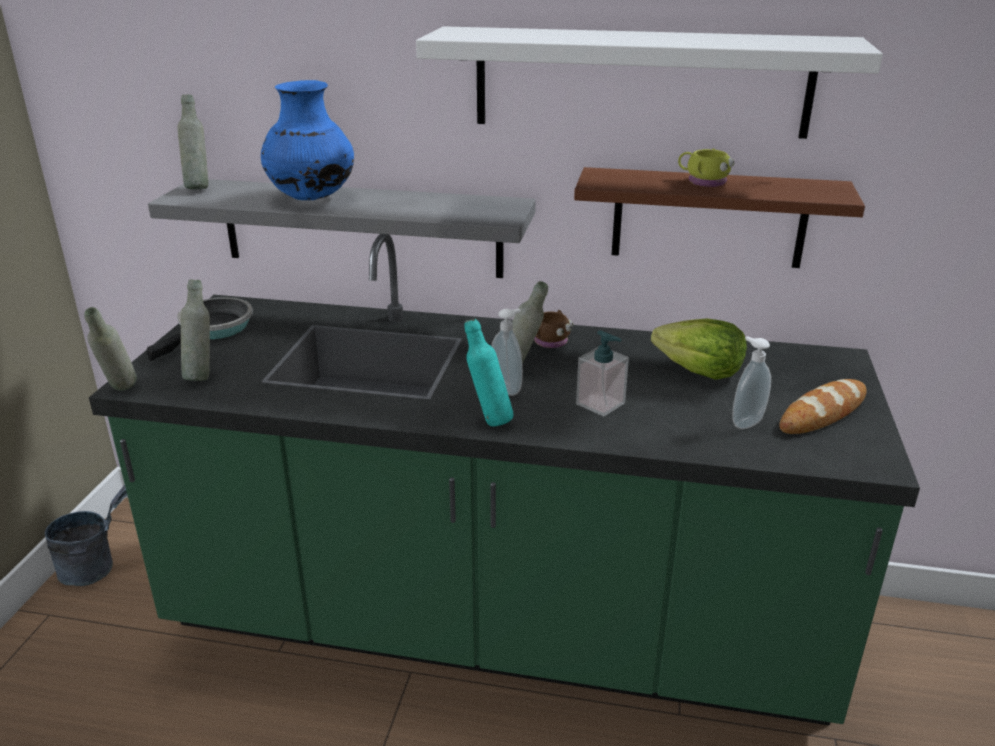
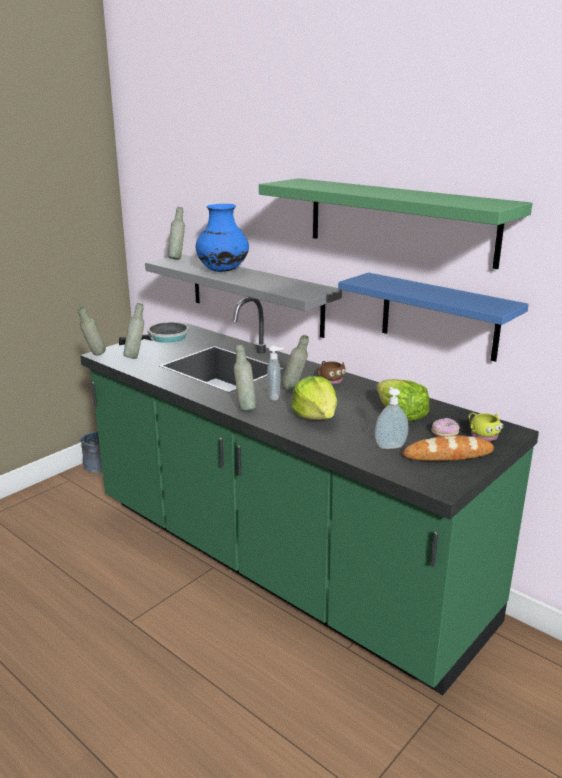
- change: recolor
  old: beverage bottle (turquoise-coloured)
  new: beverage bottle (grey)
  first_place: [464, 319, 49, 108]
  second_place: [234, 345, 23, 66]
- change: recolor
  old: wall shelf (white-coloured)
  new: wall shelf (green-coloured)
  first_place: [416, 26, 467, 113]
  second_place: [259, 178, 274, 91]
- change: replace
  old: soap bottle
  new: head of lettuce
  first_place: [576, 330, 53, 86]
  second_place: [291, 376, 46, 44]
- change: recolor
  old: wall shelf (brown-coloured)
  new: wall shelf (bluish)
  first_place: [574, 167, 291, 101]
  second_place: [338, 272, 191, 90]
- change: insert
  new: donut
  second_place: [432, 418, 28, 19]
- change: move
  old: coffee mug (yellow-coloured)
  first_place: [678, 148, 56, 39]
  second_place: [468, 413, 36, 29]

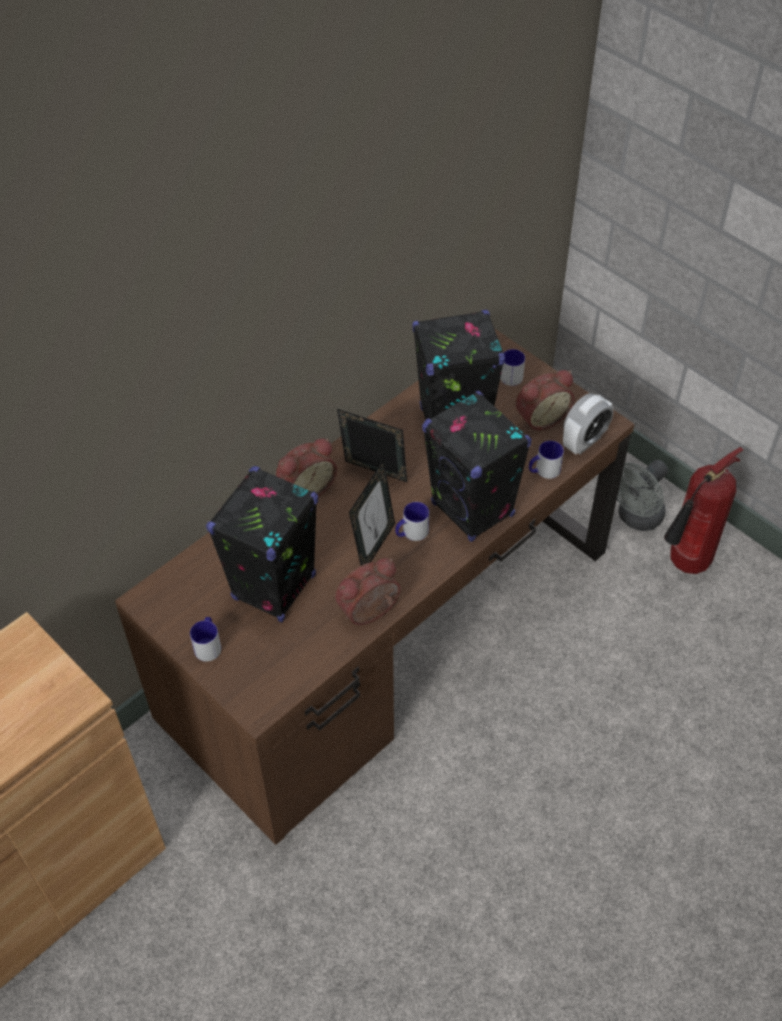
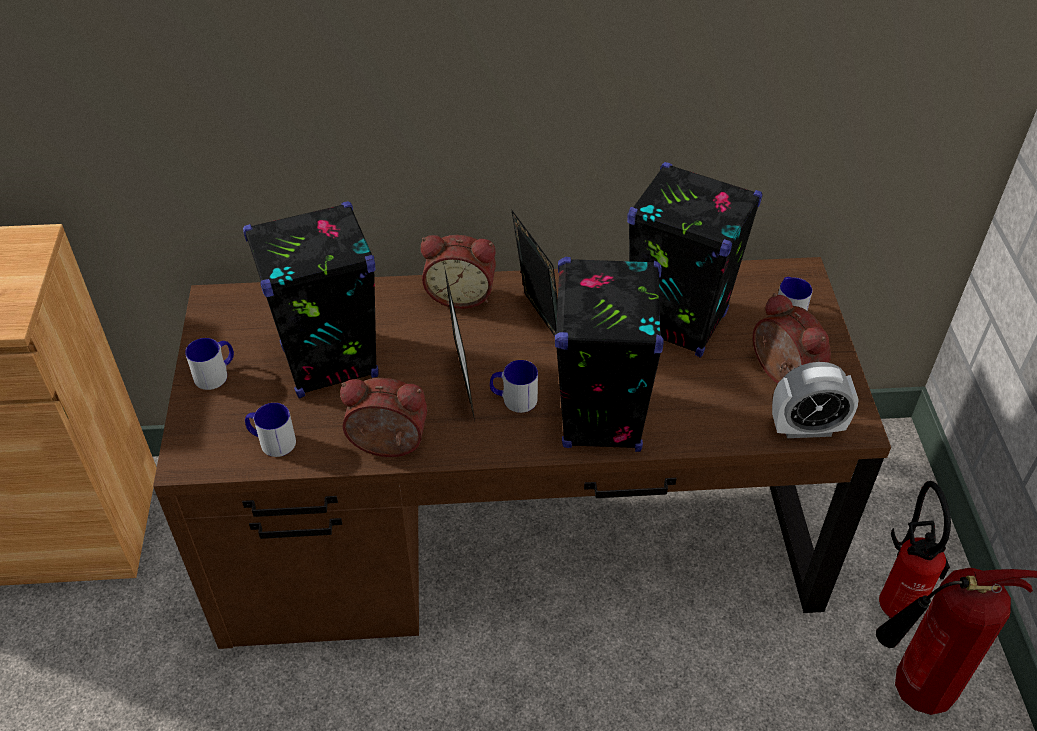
- change: move
  old: coffee mug
  first_place: [529, 441, 35, 38]
  second_place: [245, 403, 51, 54]
- change: rotate
  old: picture frame
  first_place: [349, 460, 46, 106]
  second_place: [444, 267, 31, 154]
  degrees: -75
- change: rotate
  old: bedside clock
  first_place: [516, 370, 59, 60]
  second_place: [753, 293, 78, 91]
  degrees: -135
- change: replace
  old: fan (grey)
  new: fire extinguisher
  first_place: [617, 460, 51, 71]
  second_place: [879, 481, 72, 138]

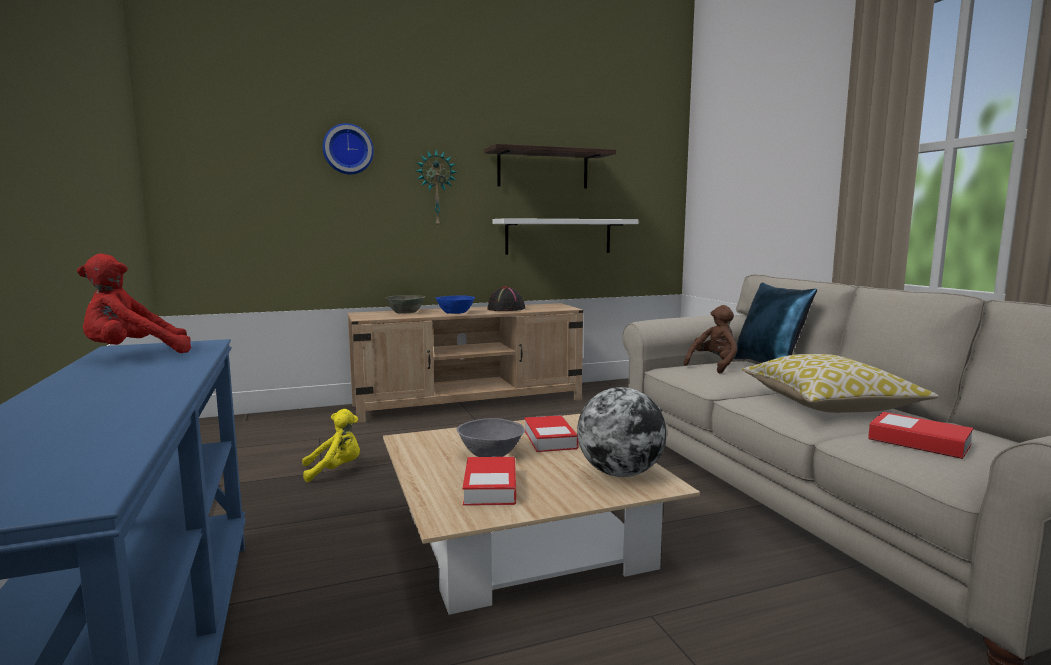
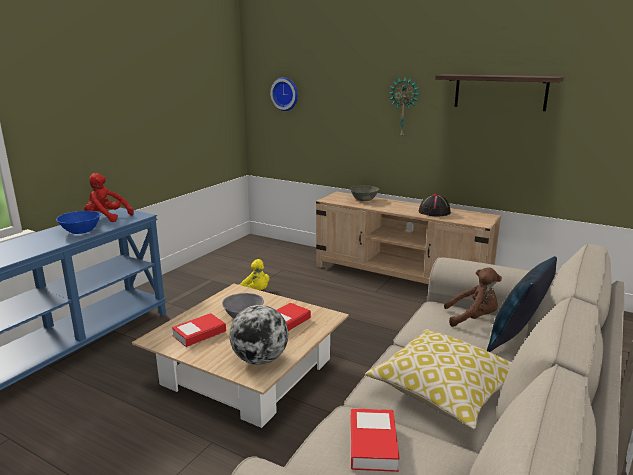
- change: move
  old: deep dish (bluish)
  first_place: [435, 295, 40, 19]
  second_place: [56, 211, 45, 23]
- change: move
  old: hanging clock
  first_place: [323, 123, 51, 51]
  second_place: [270, 77, 28, 34]
- change: delete
  old: wall shelf (white-coloured)
  first_place: [492, 218, 146, 37]

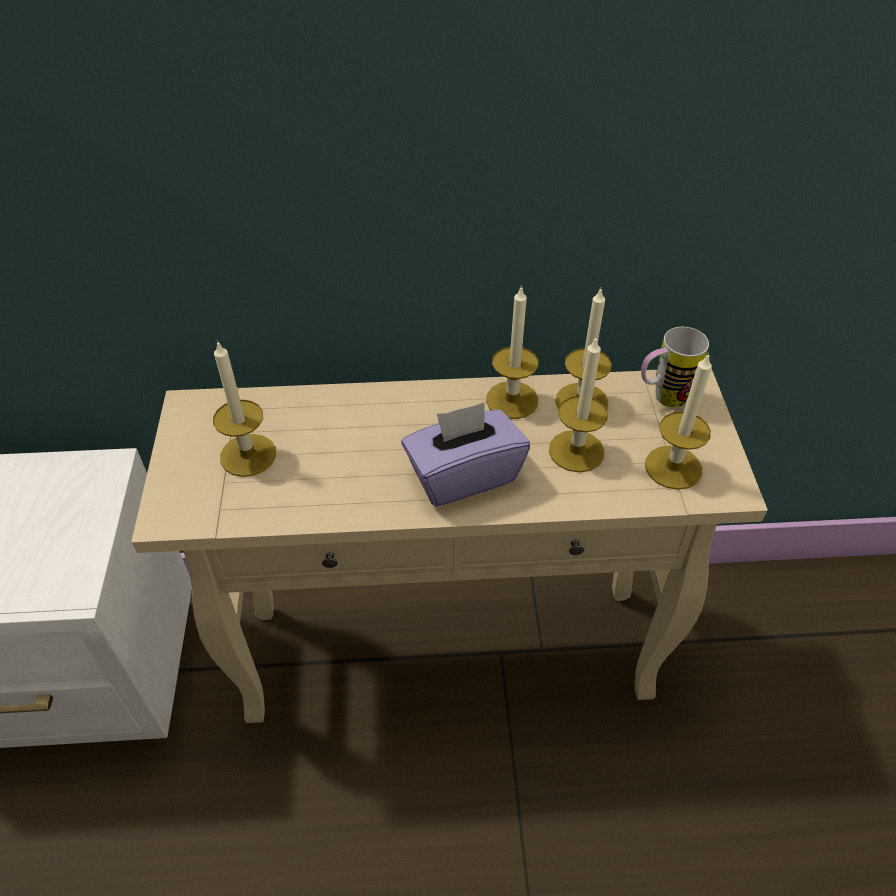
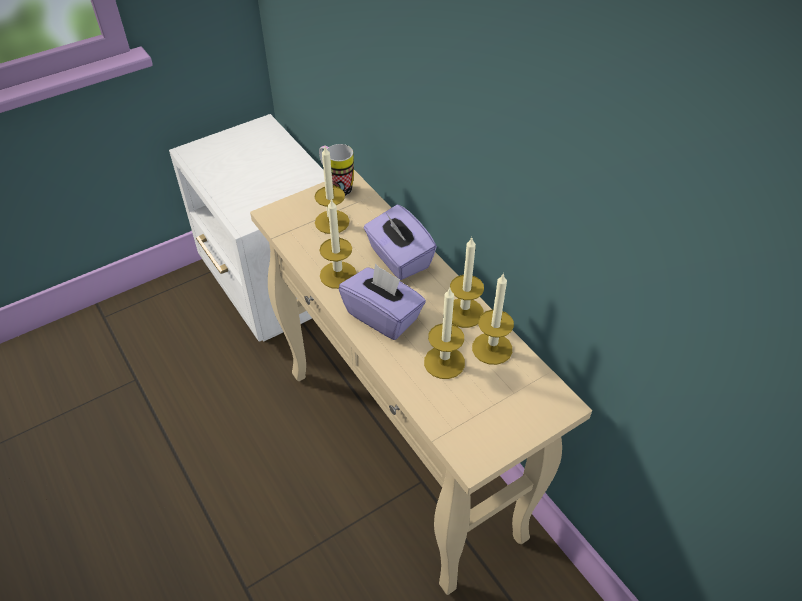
- change: move
  old: coffee mug
  first_place: [641, 327, 68, 80]
  second_place: [319, 144, 35, 52]
- change: move
  old: candle
  first_place: [645, 353, 67, 137]
  second_place: [320, 198, 37, 91]
- change: insert
  new: tissue box (purplish)
  second_place: [364, 205, 73, 75]

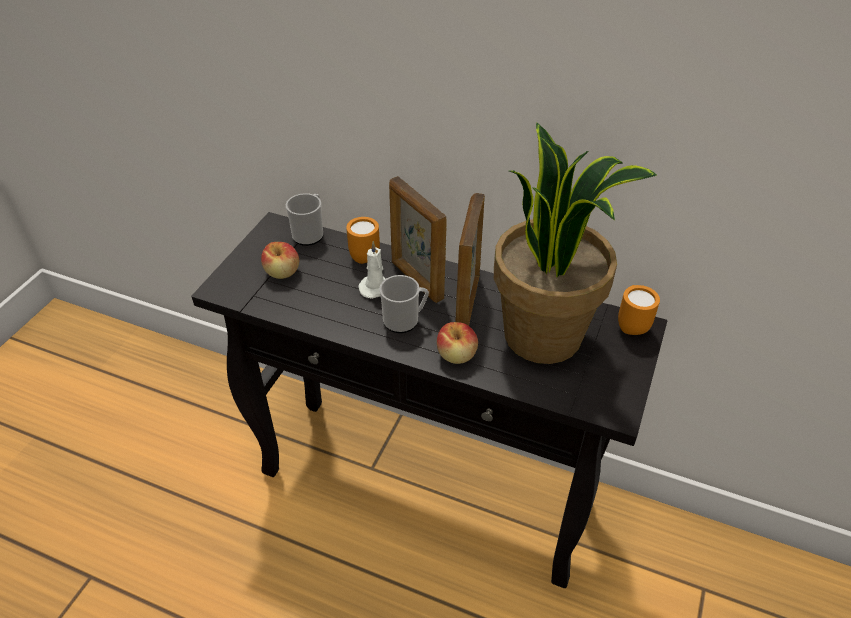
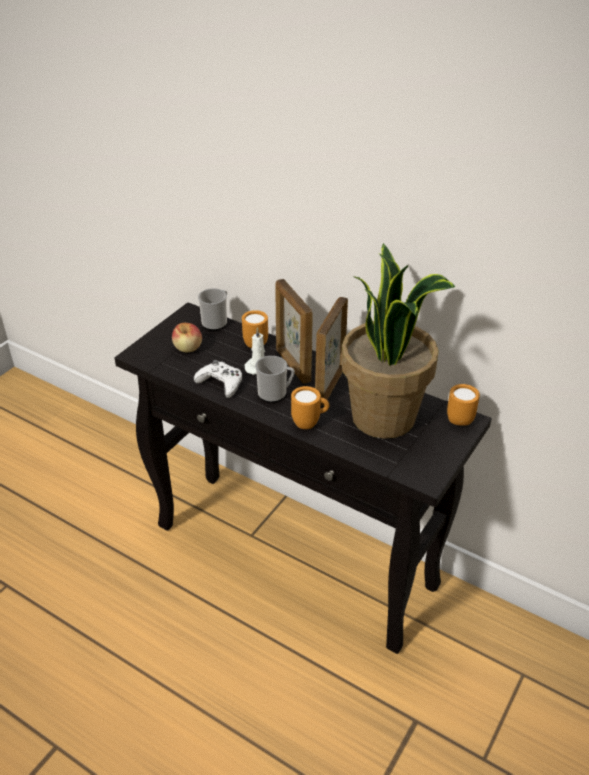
- change: insert
  new: game controller (white-coloured)
  second_place: [194, 360, 48, 38]
- change: replace
  old: whole apple
  new: coffee mug (orangey)
  first_place: [437, 322, 41, 42]
  second_place: [291, 386, 38, 43]

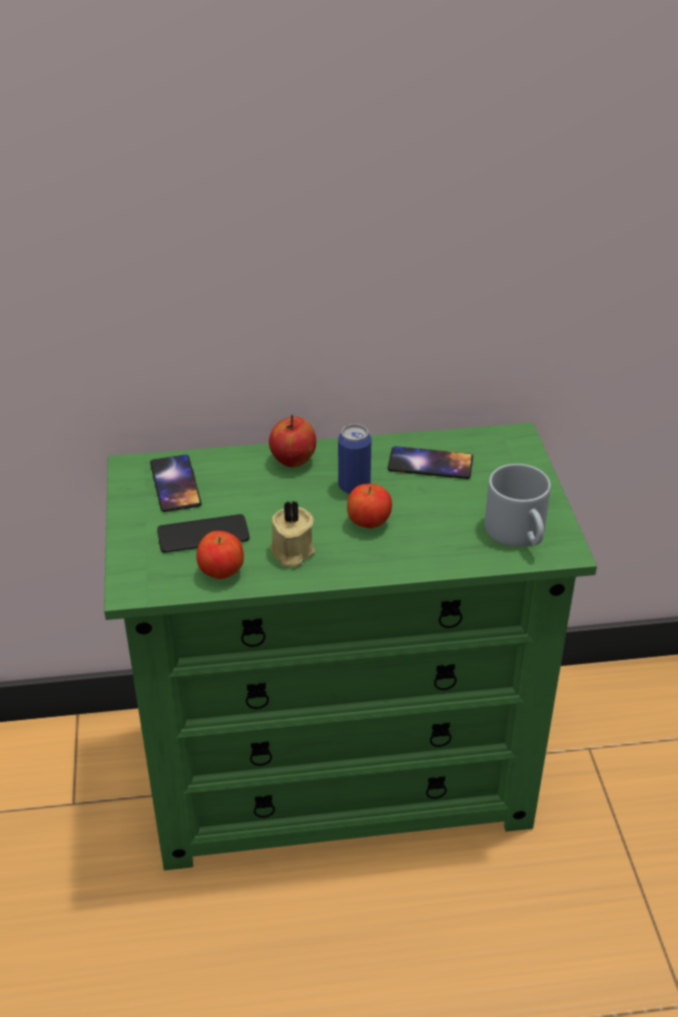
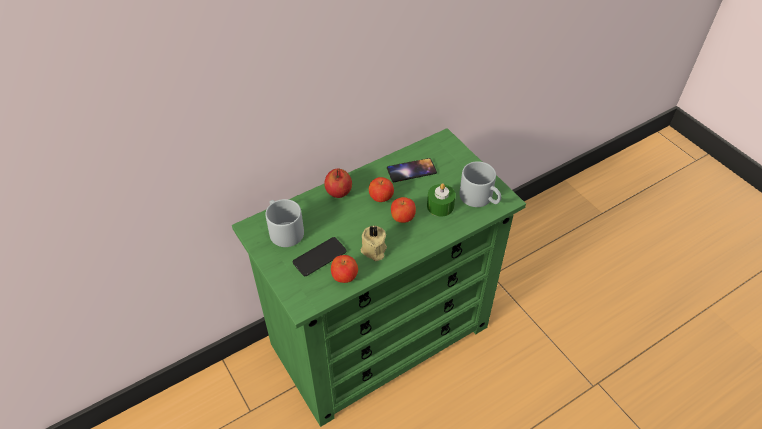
- change: replace
  old: telephone
  new: coffee mug (grey)
  first_place: [150, 455, 52, 57]
  second_place: [265, 199, 39, 48]
- change: replace
  old: can
  new: whole apple
  first_place: [338, 424, 34, 70]
  second_place: [369, 177, 25, 25]
- change: insert
  new: candle (green-coloured)
  second_place: [427, 183, 29, 34]

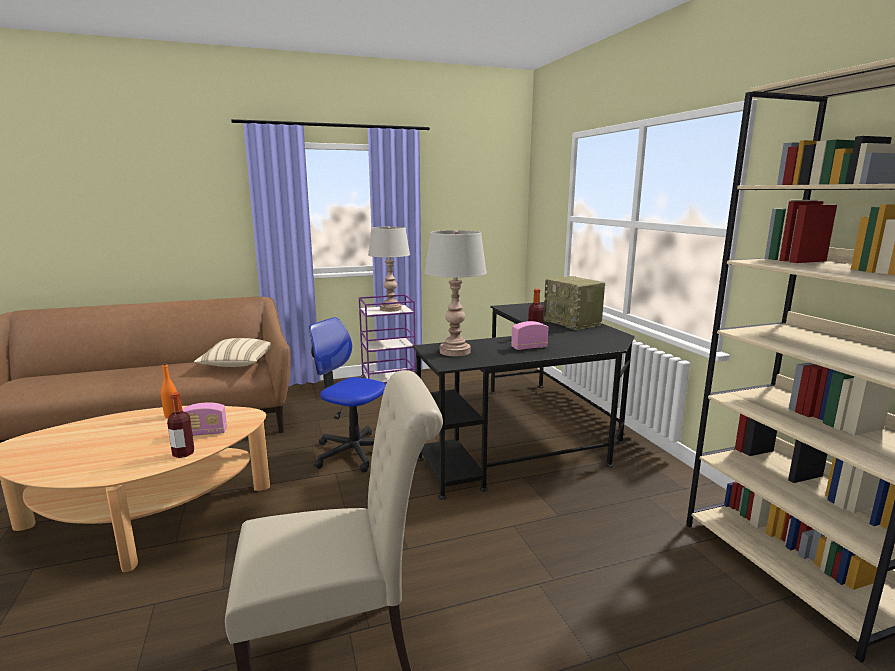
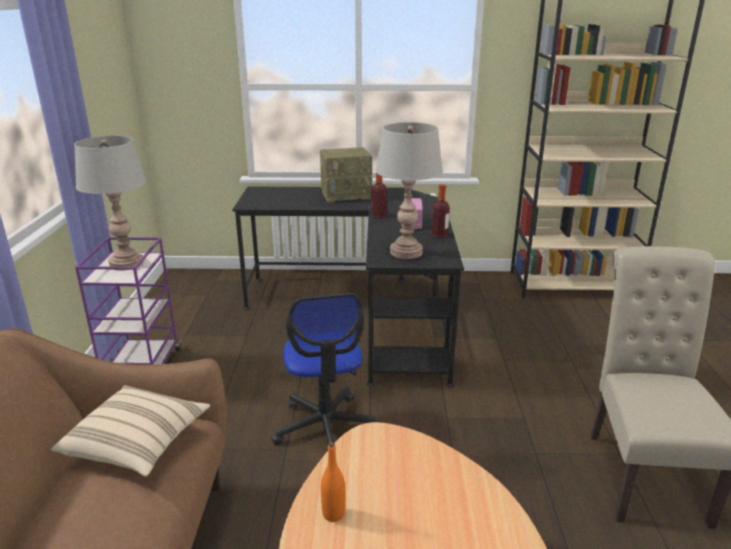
- change: rotate
  old: office chair
  first_place: [309, 317, 77, 155]
  second_place: [271, 293, 109, 153]
  degrees: -60
- change: move
  old: beverage bottle
  first_place: [167, 392, 27, 66]
  second_place: [432, 184, 18, 54]
- change: delete
  old: radio set
  first_place: [183, 402, 44, 34]

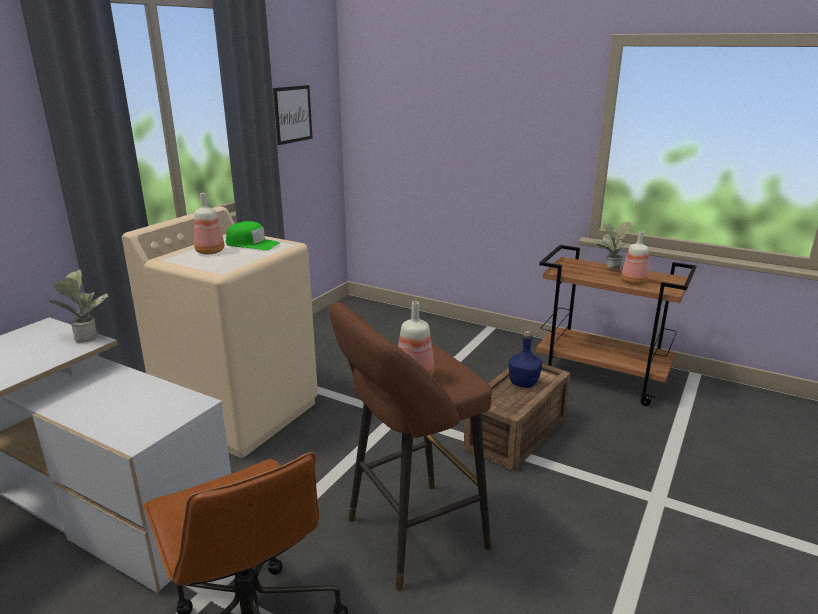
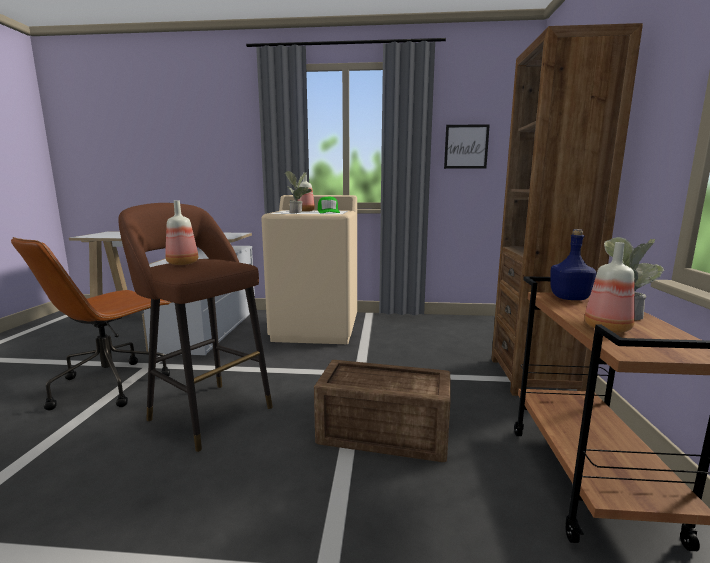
- change: move
  old: potted plant
  first_place: [49, 270, 60, 73]
  second_place: [285, 171, 27, 43]
- change: insert
  new: bookshelf (brown-coloured)
  second_place: [491, 23, 152, 373]
- change: move
  old: beverage bottle (bluish)
  first_place: [509, 331, 33, 57]
  second_place: [550, 229, 47, 71]

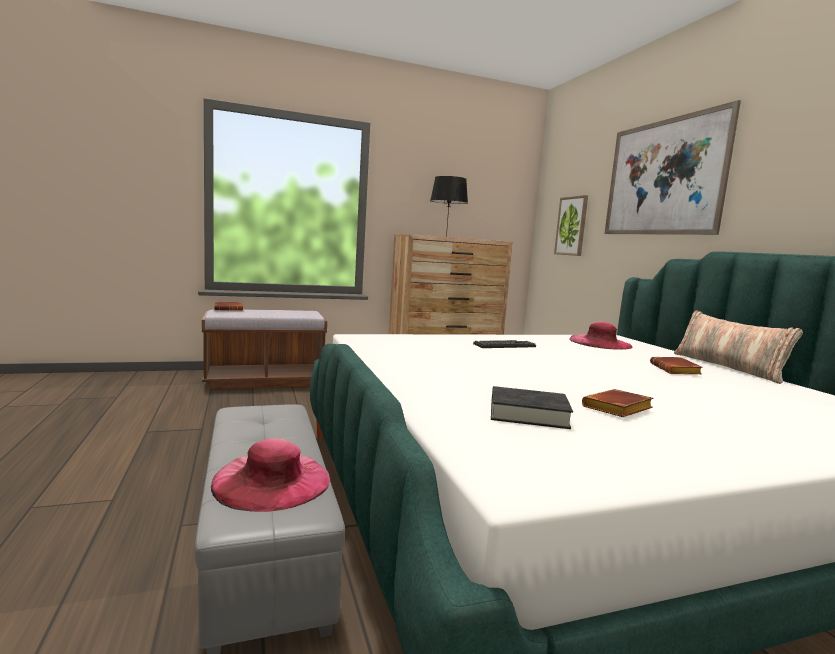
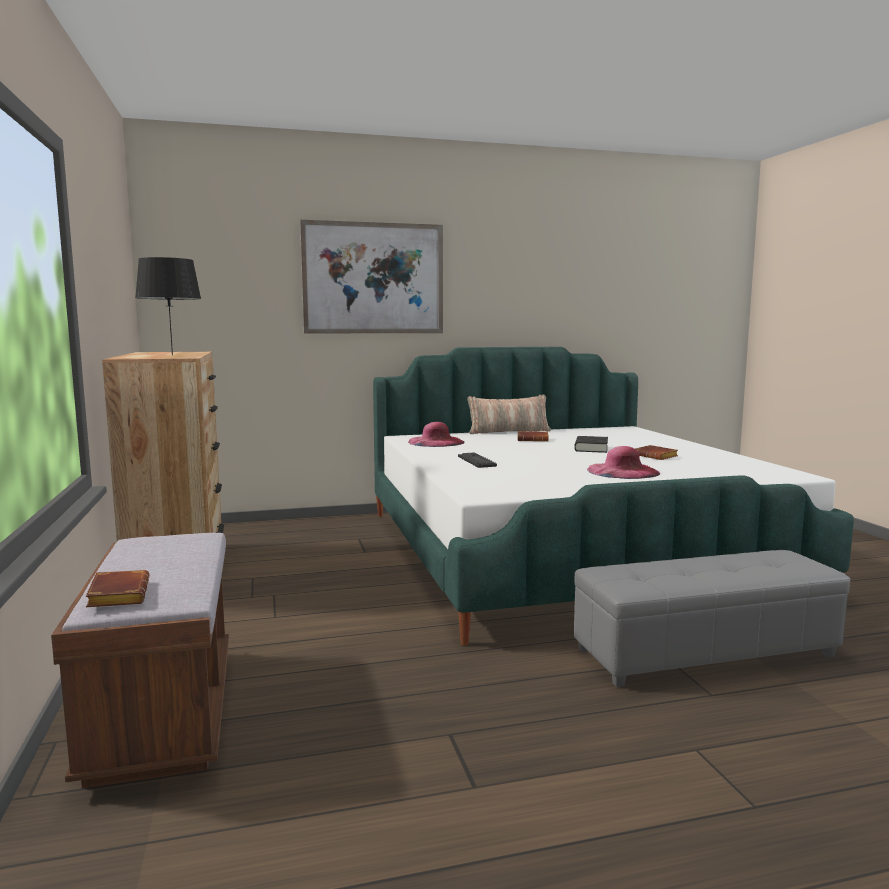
- change: move
  old: bound book (blackish)
  first_place: [491, 386, 82, 43]
  second_place: [574, 436, 34, 17]
- change: move
  old: hat (pink-coloured)
  first_place: [211, 438, 119, 74]
  second_place: [587, 446, 73, 33]
- change: delete
  old: wall art
  first_place: [554, 195, 34, 61]

